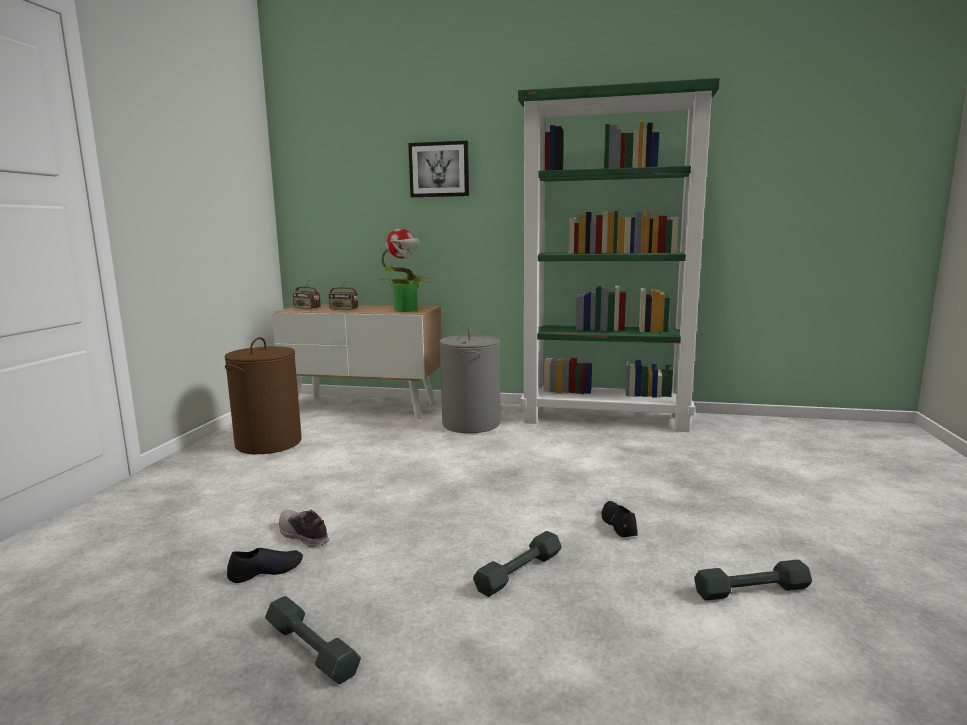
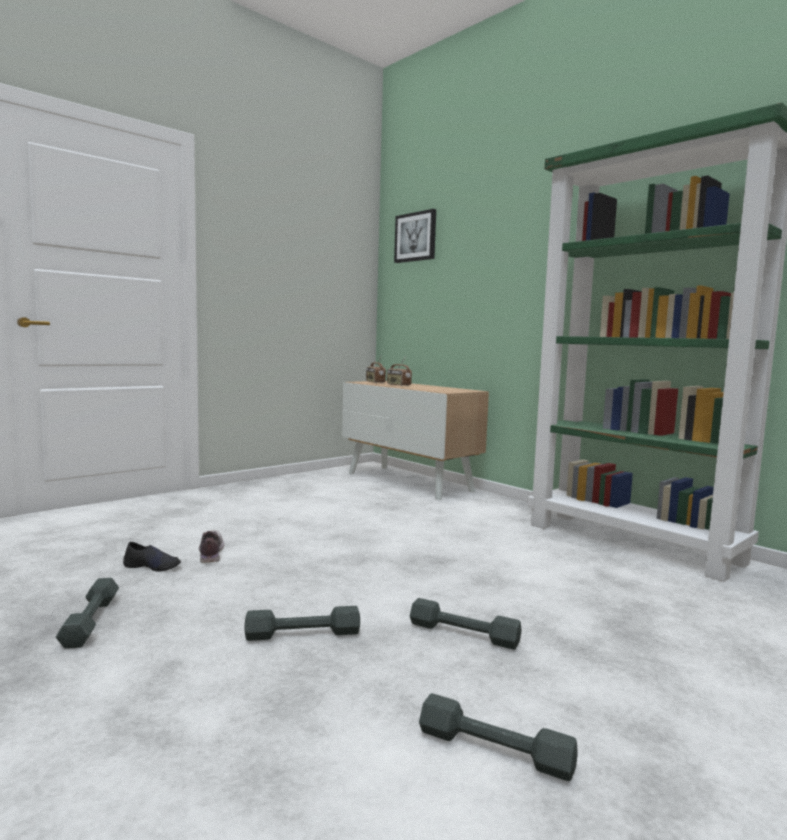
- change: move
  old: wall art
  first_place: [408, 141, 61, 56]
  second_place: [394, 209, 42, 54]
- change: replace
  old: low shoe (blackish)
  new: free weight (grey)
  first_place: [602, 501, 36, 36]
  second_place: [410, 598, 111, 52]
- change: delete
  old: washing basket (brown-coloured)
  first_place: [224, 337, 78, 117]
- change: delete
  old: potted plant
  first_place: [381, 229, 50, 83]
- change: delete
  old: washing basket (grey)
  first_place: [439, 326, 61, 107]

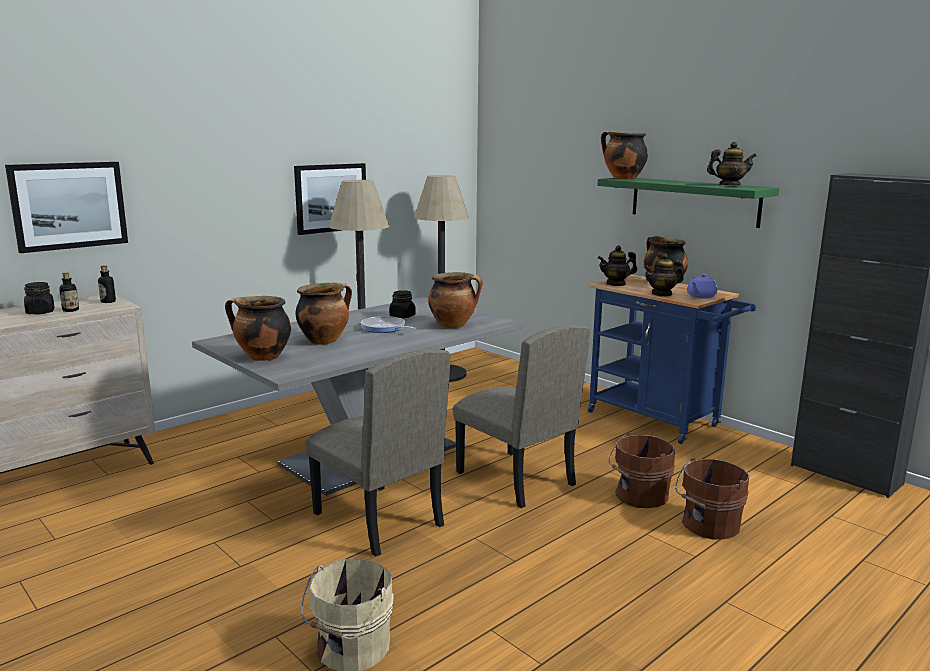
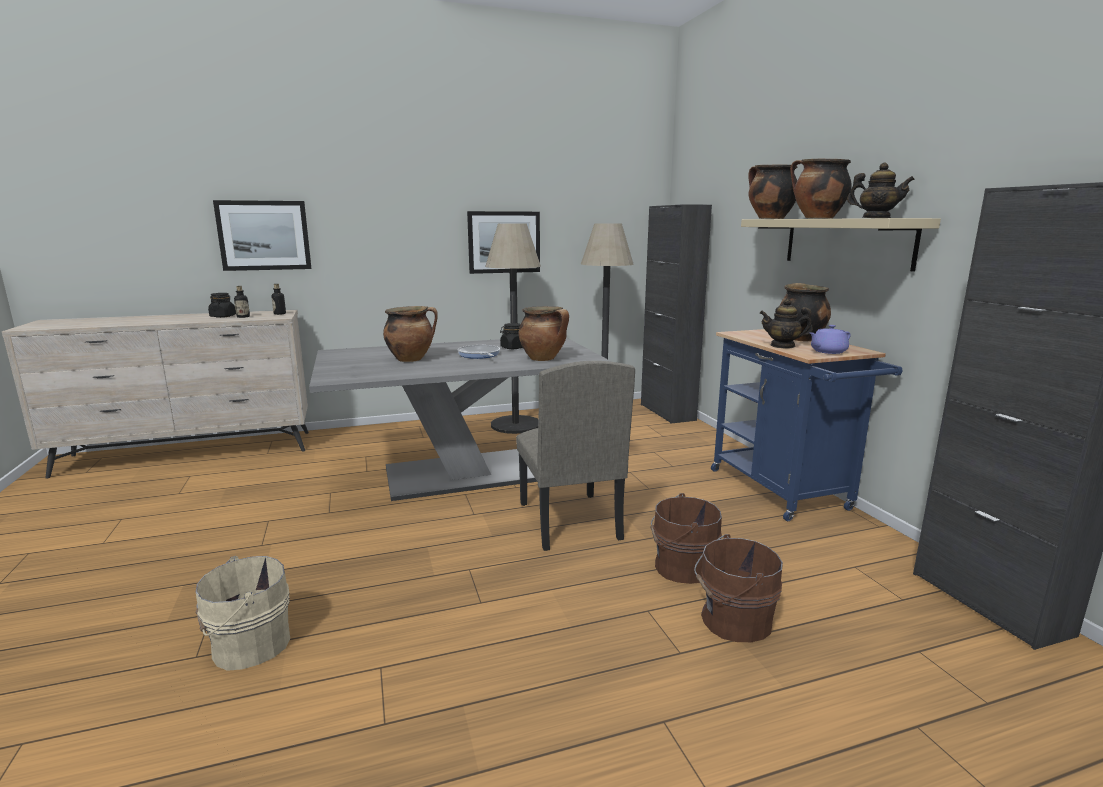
- change: insert
  new: storage cabinet (blackish)
  second_place: [641, 204, 71, 220]
- change: recolor
  old: wall shelf (green-coloured)
  new: wall shelf (sand-coloured)
  first_place: [597, 178, 182, 50]
  second_place: [741, 218, 200, 54]
- change: move
  old: stockpot
  first_place: [225, 296, 66, 65]
  second_place: [790, 159, 62, 60]
- change: delete
  old: upright chair (sand-coloured)
  first_place: [305, 349, 145, 208]
- change: delete
  old: pot for tea
  first_place: [598, 245, 39, 41]

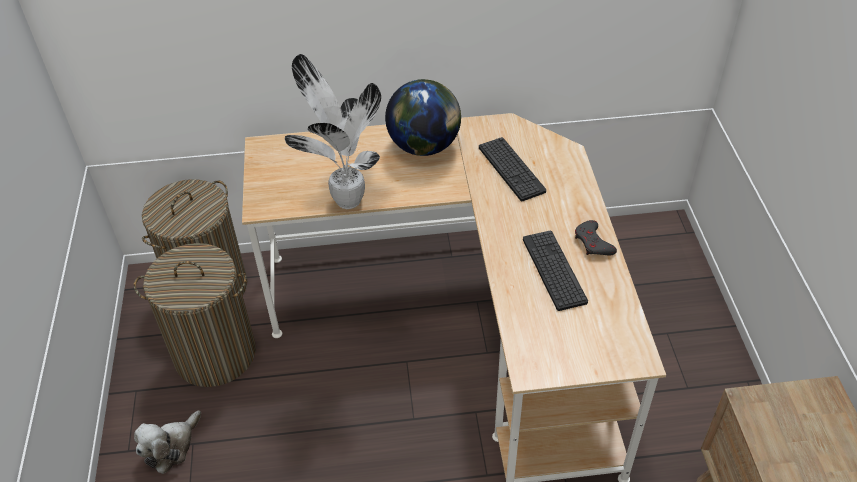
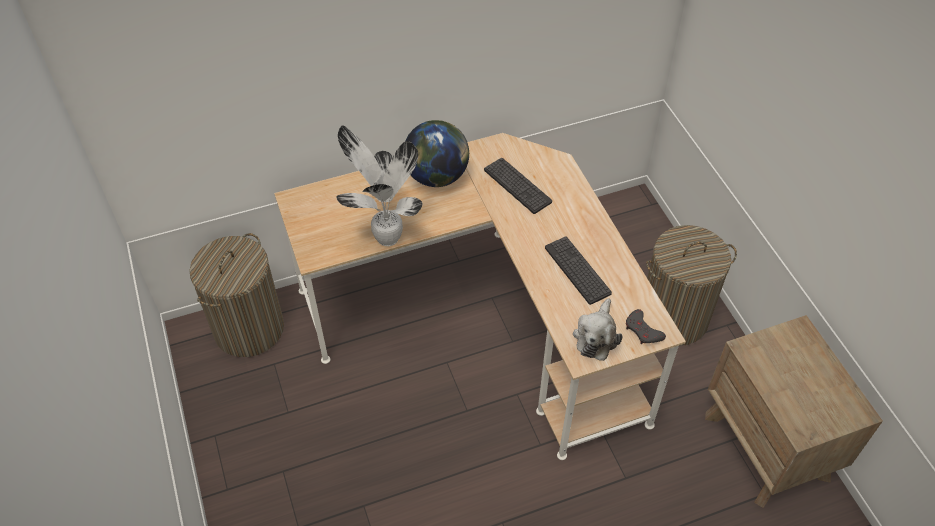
- change: move
  old: plush toy
  first_place: [134, 410, 67, 64]
  second_place: [573, 298, 50, 63]
- change: move
  old: game controller (grey)
  first_place: [575, 220, 42, 35]
  second_place: [626, 309, 40, 35]
- change: move
  old: washing basket
  first_place: [134, 243, 122, 144]
  second_place: [646, 225, 91, 121]

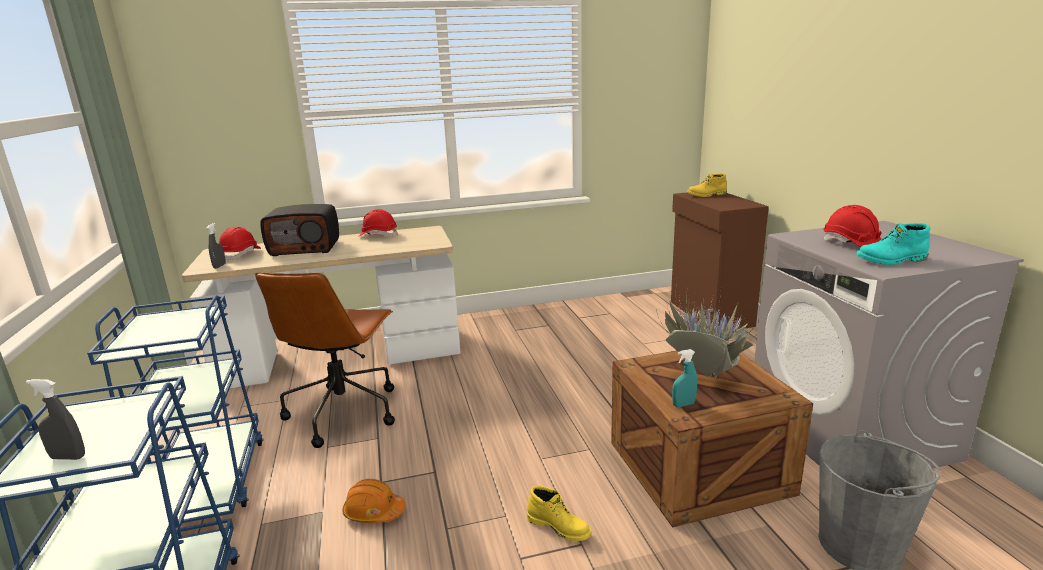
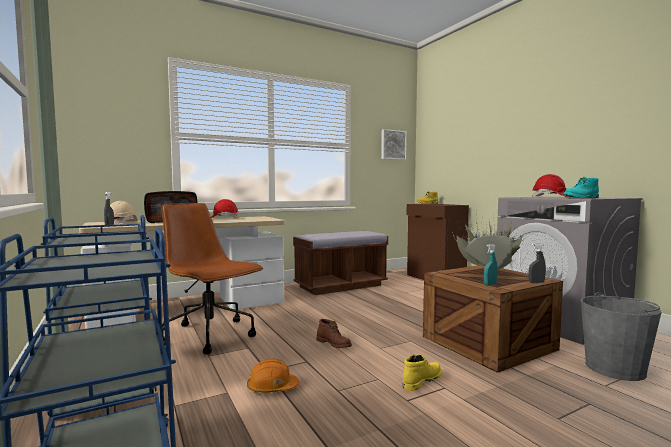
- change: recolor
  old: safety helmet (reddish)
  new: safety helmet (sand-coloured)
  first_place: [219, 227, 42, 35]
  second_place: [110, 201, 28, 24]
- change: rotate
  old: office chair (brown-coloured)
  first_place: [255, 272, 140, 176]
  second_place: [161, 203, 103, 151]
  degrees: 135
- change: insert
  new: indoor bench (brown-coloured)
  second_place: [293, 231, 95, 64]
- change: insert
  new: high-top boot (brown-coloured)
  second_place: [316, 319, 36, 29]
- change: insert
  new: wall art
  second_place: [381, 129, 26, 31]
- change: rotate
  old: high-top boot (yellow-coloured)
  first_place: [527, 486, 64, 55]
  second_place: [402, 355, 40, 36]
  degrees: -60
- change: move
  old: spray bottle (grey)
  first_place: [26, 379, 59, 81]
  second_place: [528, 243, 18, 40]

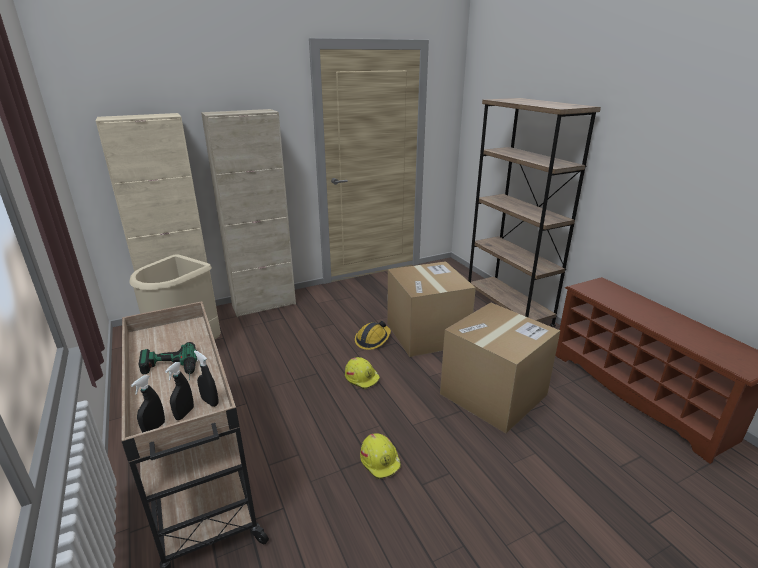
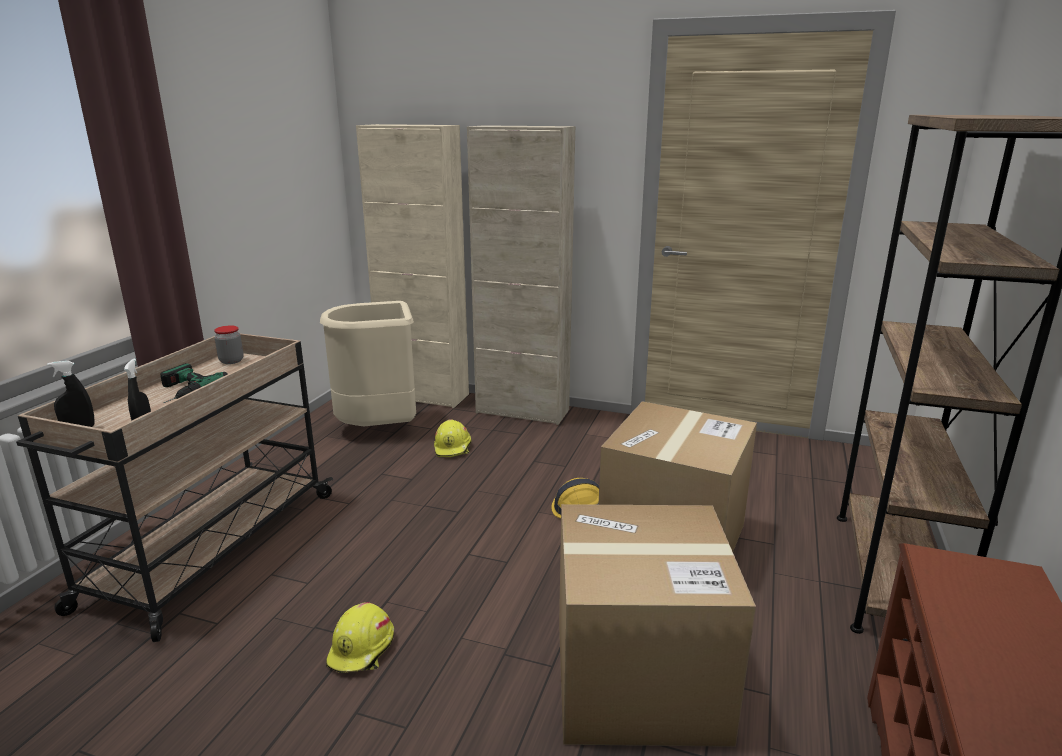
- change: insert
  new: jar
  second_place: [214, 325, 29, 39]
- change: move
  old: safety helmet (yellow-coloured)
  first_place: [345, 357, 35, 32]
  second_place: [434, 419, 38, 38]
- change: delete
  old: spray bottle (blackish)
  first_place: [165, 362, 29, 58]

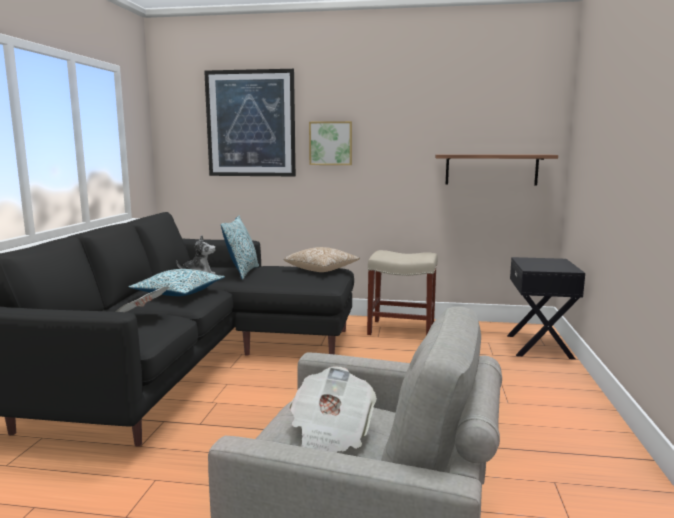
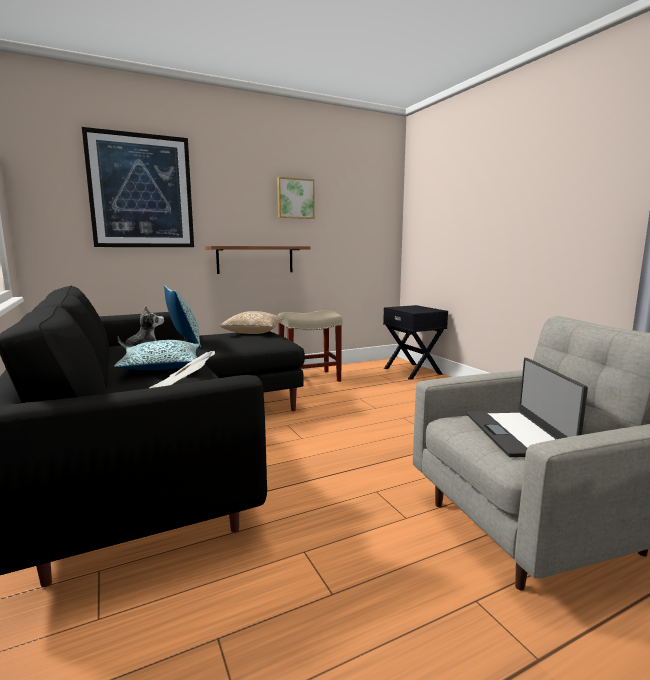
- change: move
  old: wall shelf
  first_place: [435, 154, 123, 31]
  second_place: [205, 246, 105, 28]
- change: move
  old: wall art
  first_place: [309, 121, 43, 44]
  second_place: [277, 177, 38, 42]
- change: replace
  old: daily paper
  new: notebook computer
  first_place: [289, 366, 88, 86]
  second_place: [466, 358, 122, 99]

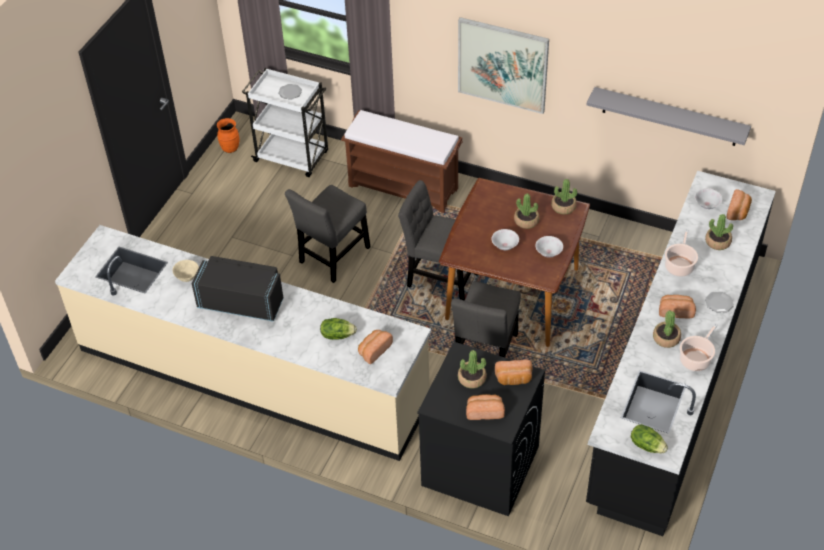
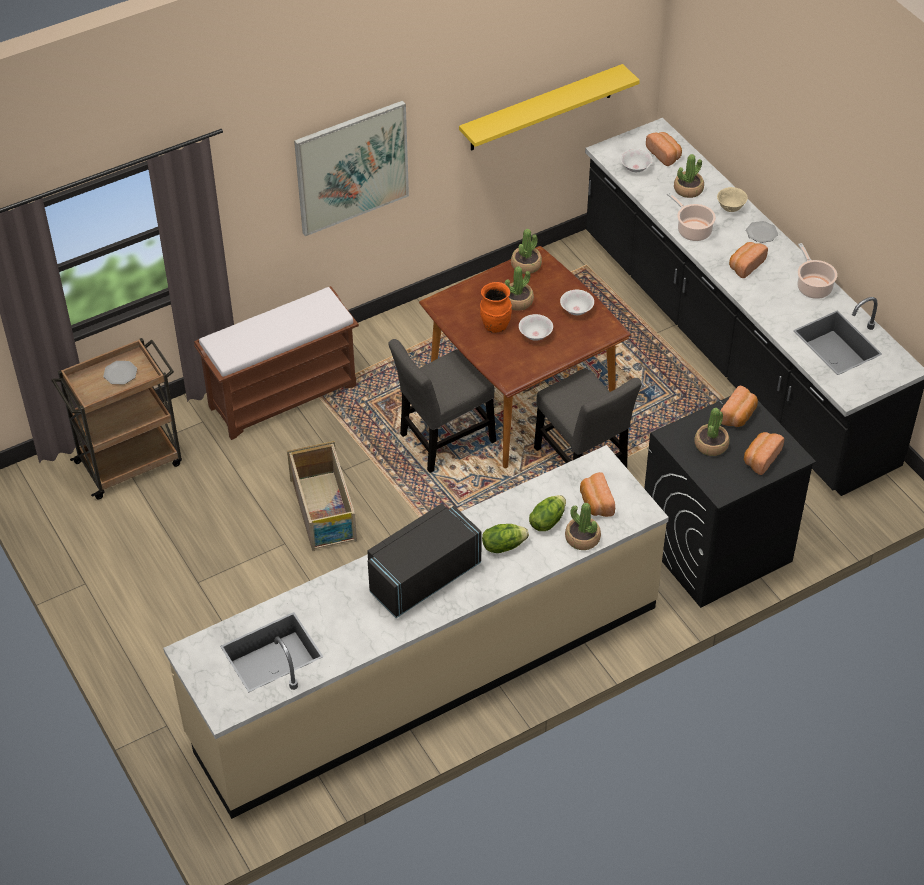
- change: recolor
  old: trolley (white-coloured)
  new: trolley (brown-coloured)
  first_place: [242, 68, 86, 109]
  second_place: [51, 338, 131, 162]
- change: replace
  old: upright chair (grey)
  new: packing crate
  first_place: [285, 185, 85, 98]
  second_place: [287, 441, 70, 110]
- change: recolor
  old: wall shelf (grey)
  new: wall shelf (yellow-coloured)
  first_place: [587, 87, 164, 59]
  second_place: [459, 64, 181, 87]
- change: move
  old: vase (orangey)
  first_place: [217, 118, 22, 35]
  second_place: [480, 282, 32, 51]
- change: move
  old: head of lettuce
  first_place: [631, 424, 37, 29]
  second_place: [482, 524, 47, 29]
- change: move
  old: potted plant
  first_place: [653, 310, 28, 38]
  second_place: [565, 503, 36, 47]
- change: move
  old: deep dish (sand-coloured)
  first_place: [173, 260, 26, 22]
  second_place: [717, 187, 31, 25]

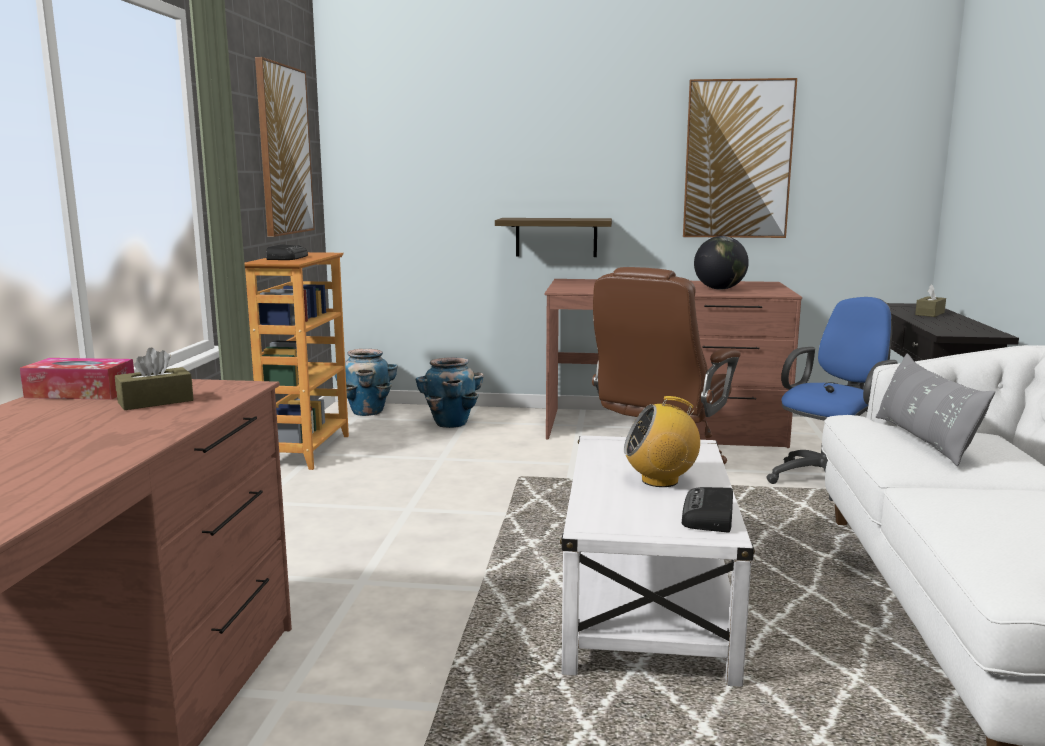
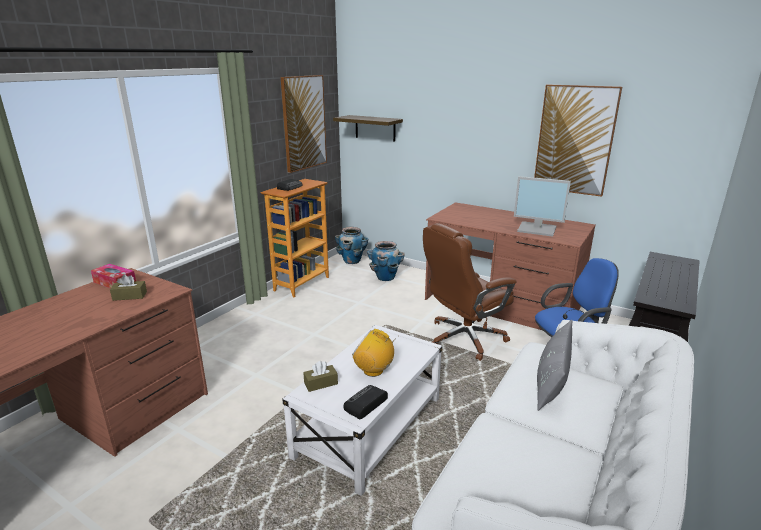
- change: move
  old: tissue box (brown-coloured)
  first_place: [915, 285, 31, 32]
  second_place: [303, 361, 35, 31]
- change: move
  old: wall shelf
  first_place: [495, 218, 117, 39]
  second_place: [333, 115, 70, 27]
- change: replace
  old: desk globe
  new: computer screen
  first_place: [694, 236, 55, 54]
  second_place: [514, 176, 57, 61]

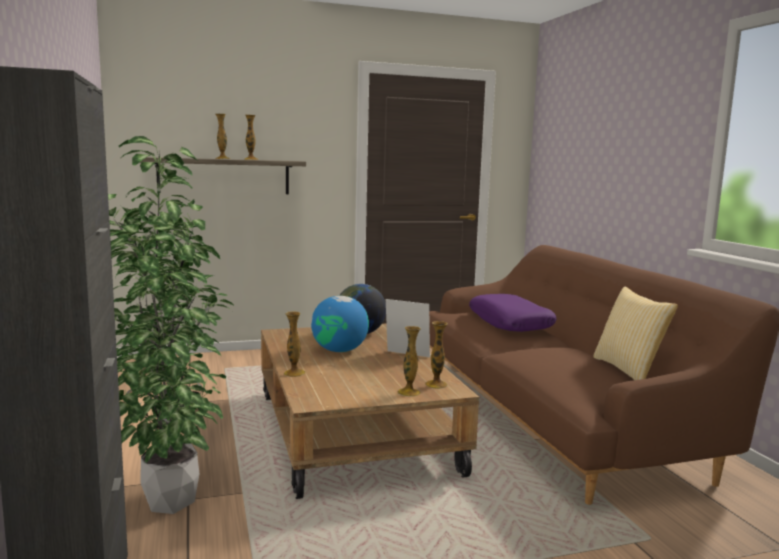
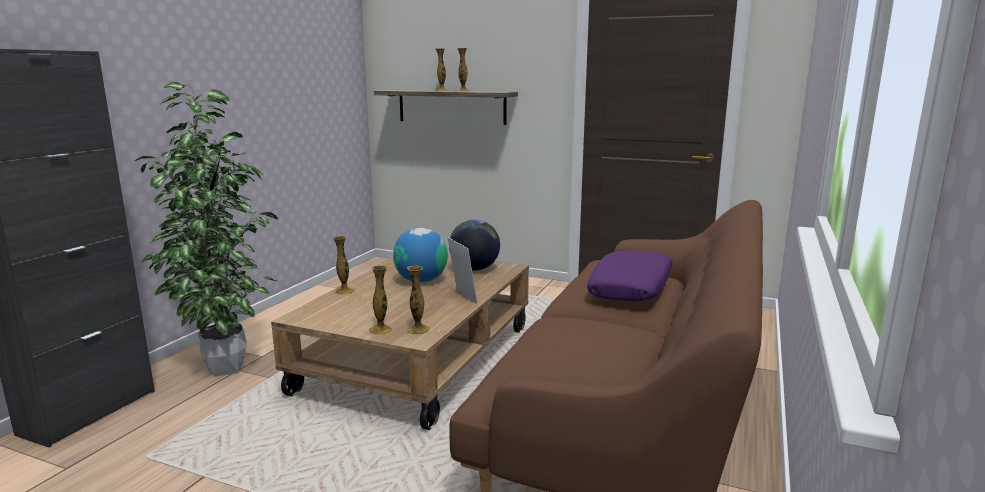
- change: delete
  old: pillow
  first_place: [593, 287, 85, 93]

